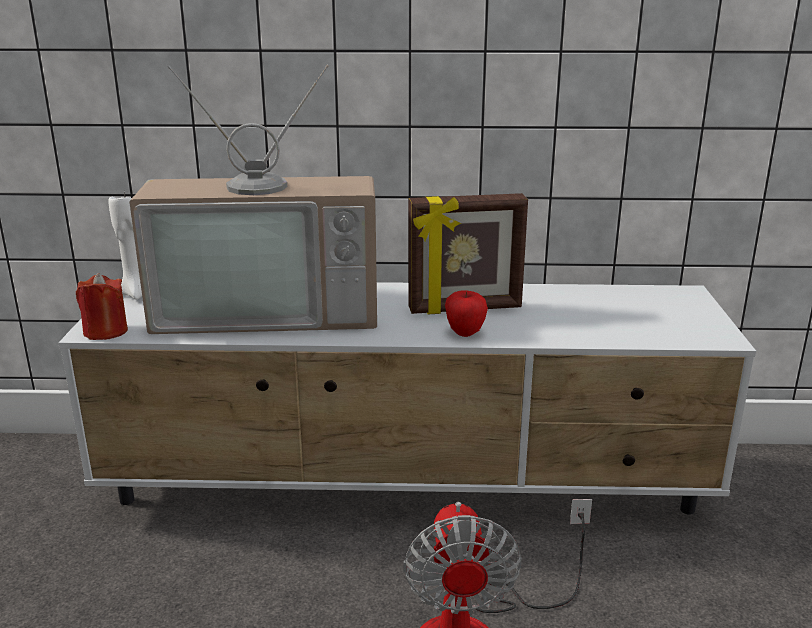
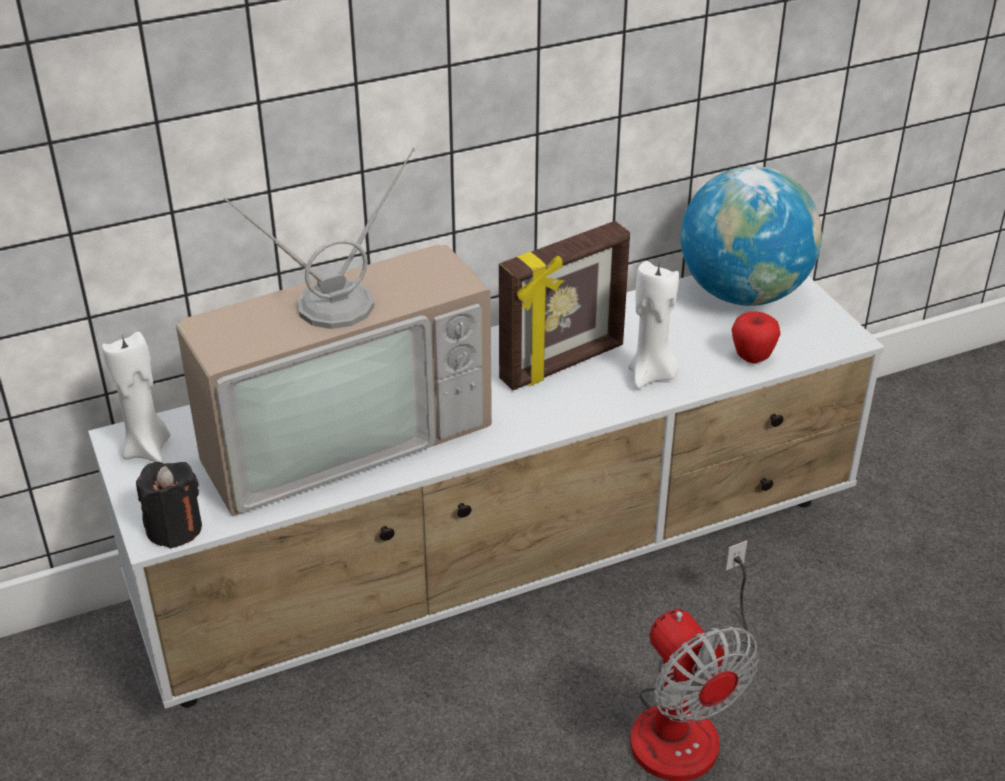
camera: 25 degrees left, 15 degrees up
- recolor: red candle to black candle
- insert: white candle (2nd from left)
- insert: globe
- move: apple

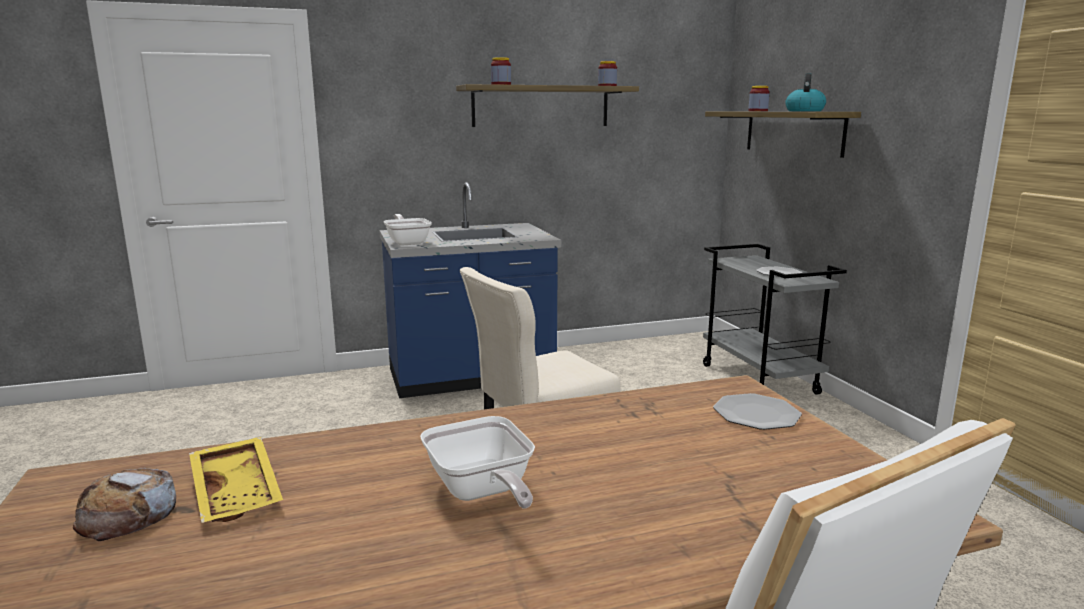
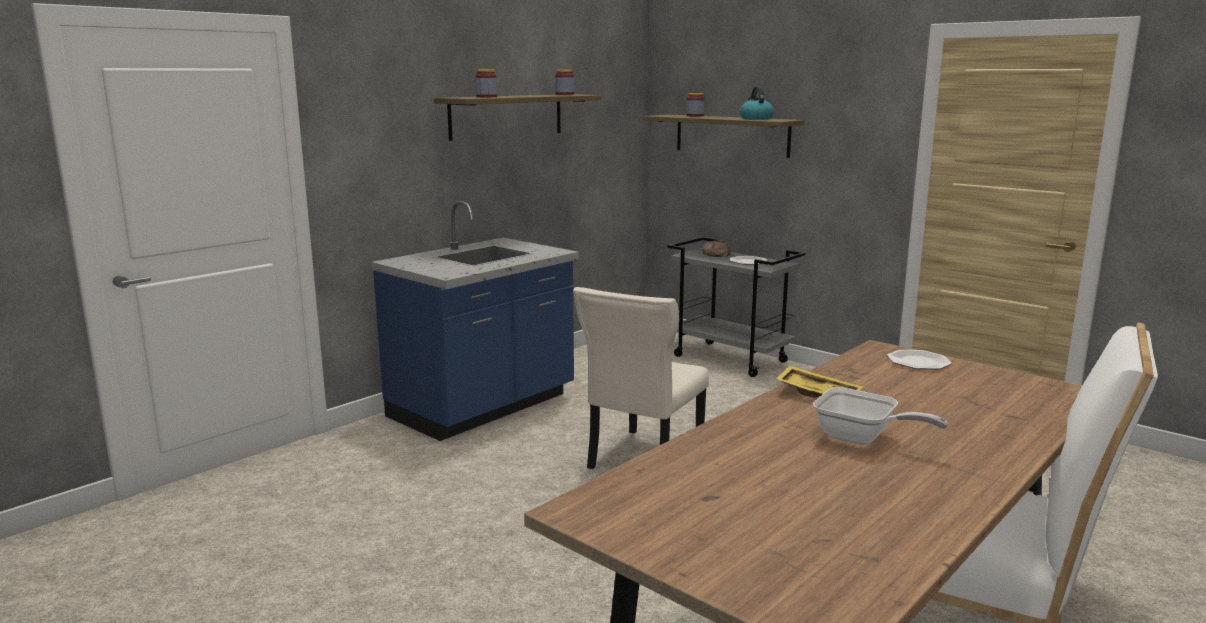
camera: 30 degrees left, 0 degrees up
- move: bread
- move: yellow tray
- delete: frying pan (1st from left)

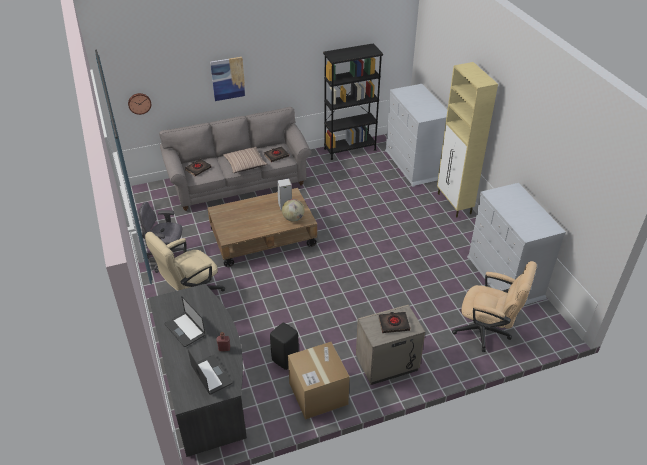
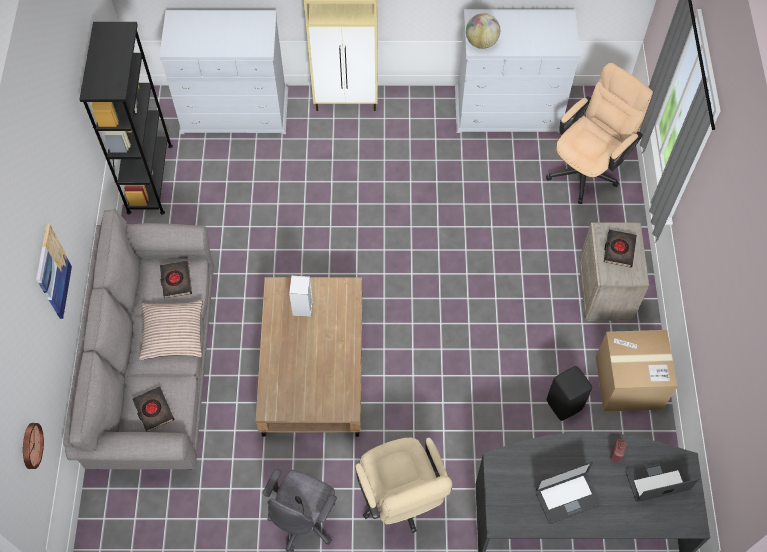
camera: 70 degrees left, 20 degrees up
- move: globe

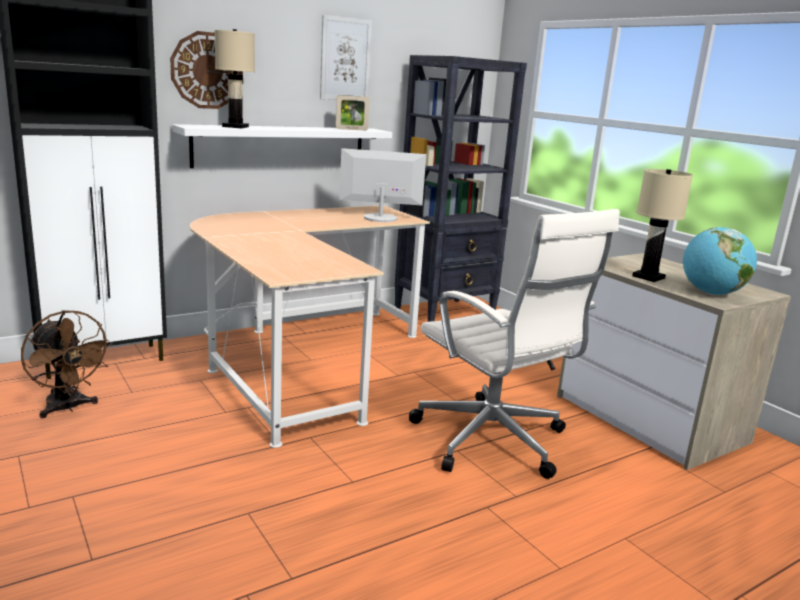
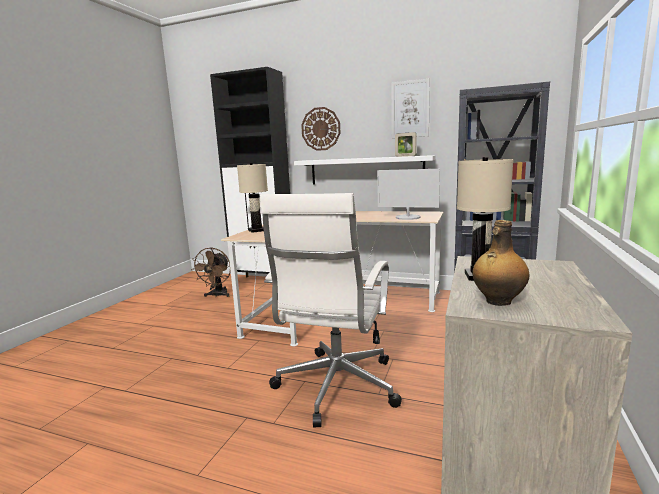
camera: 55 degrees right, 5 degrees down
- move: beige table lamp (1st from left)
- rotate: monitor 150 degrees clockwise
- replace: globe to bottle

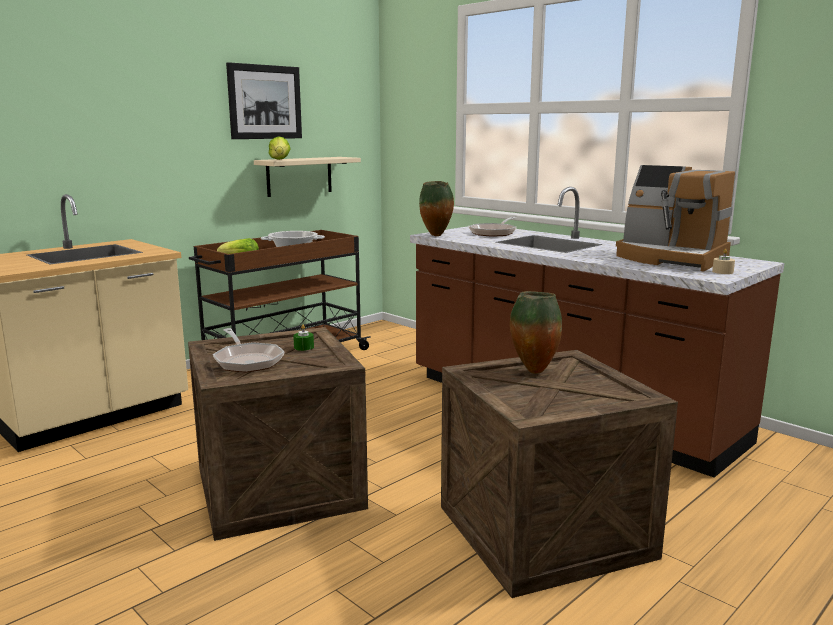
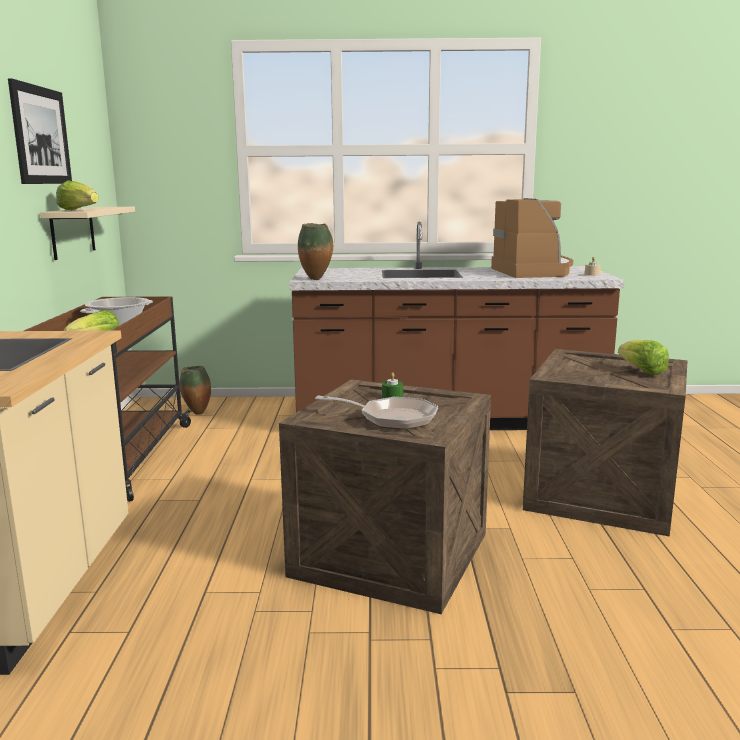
camera: 45 degrees left, 0 degrees up
- move: vase (2nd from left in the first image) to vase (1st from left)
- rotate: coffee machine 90 degrees counterclockwise
- insert: lettuce (3rd from left)
- delete: frying pan (2nd from left)

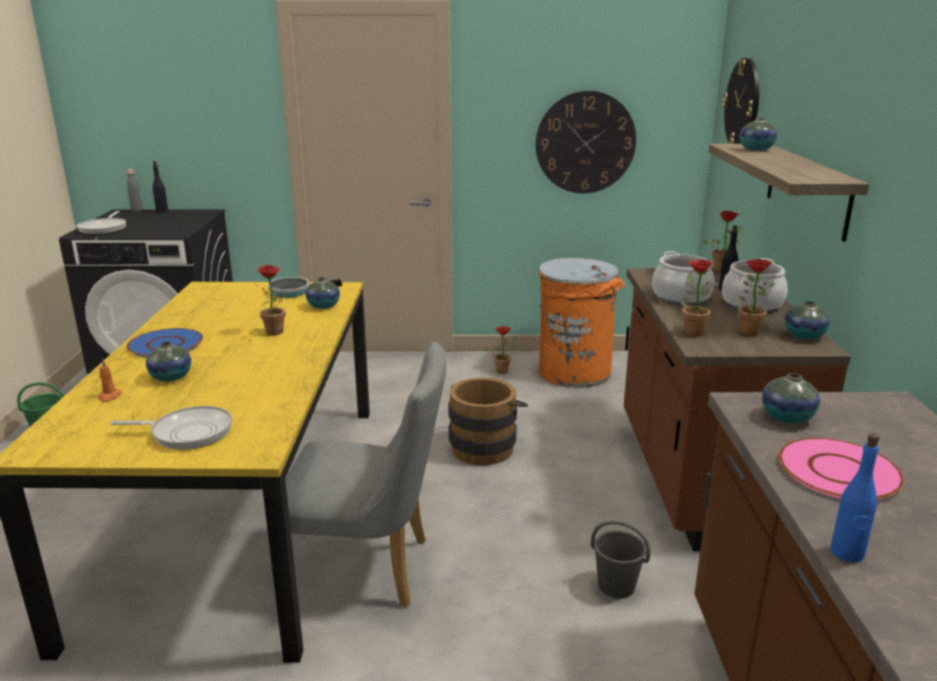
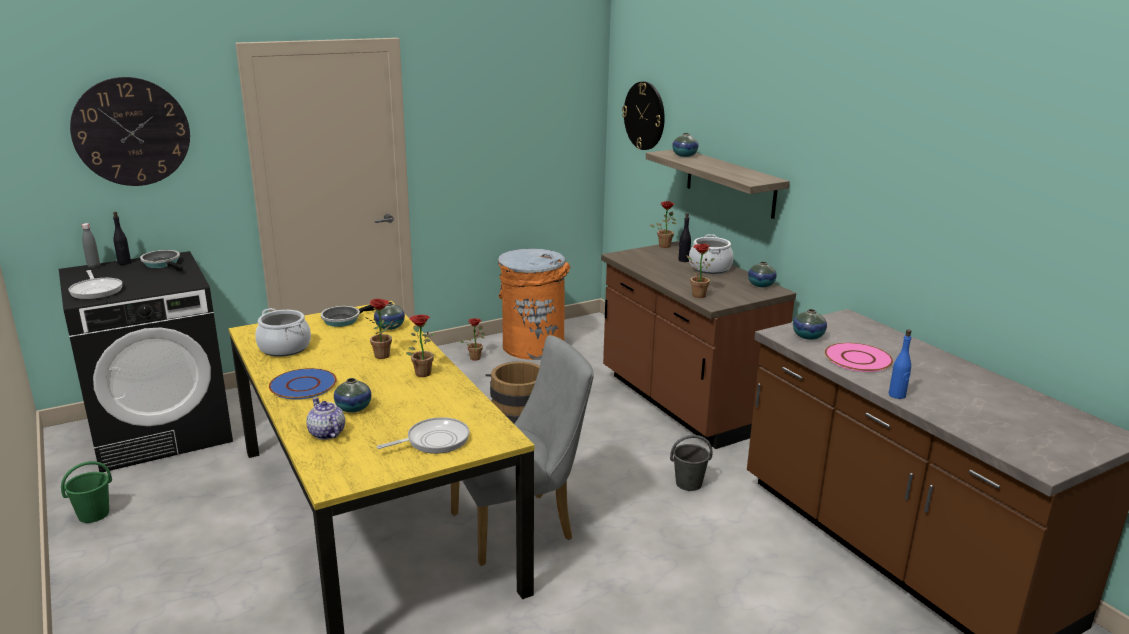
camera: 30 degrees left, 0 degrees up
- move: wall clock (1st from left)
- insert: frying pan (2nd from left)
- move: cooking pot (1st from left)
- replace: orange candle to teapot
- move: potted plant (5th from left in the first image) to potted plant (2nd from left)

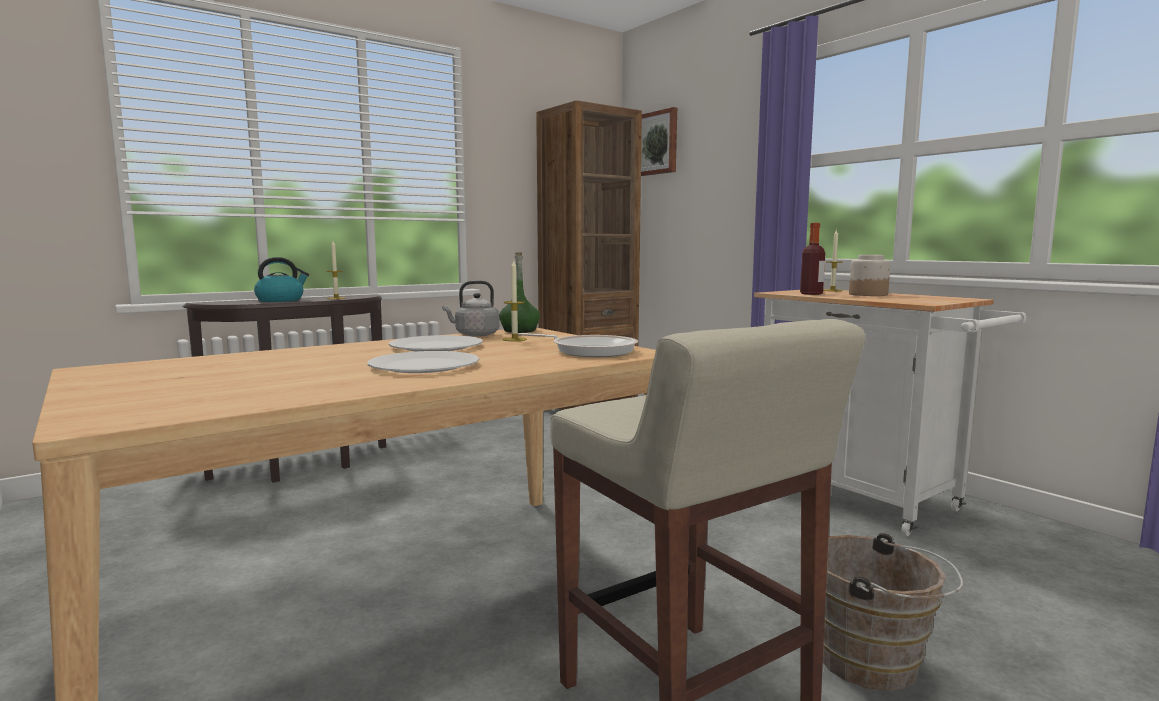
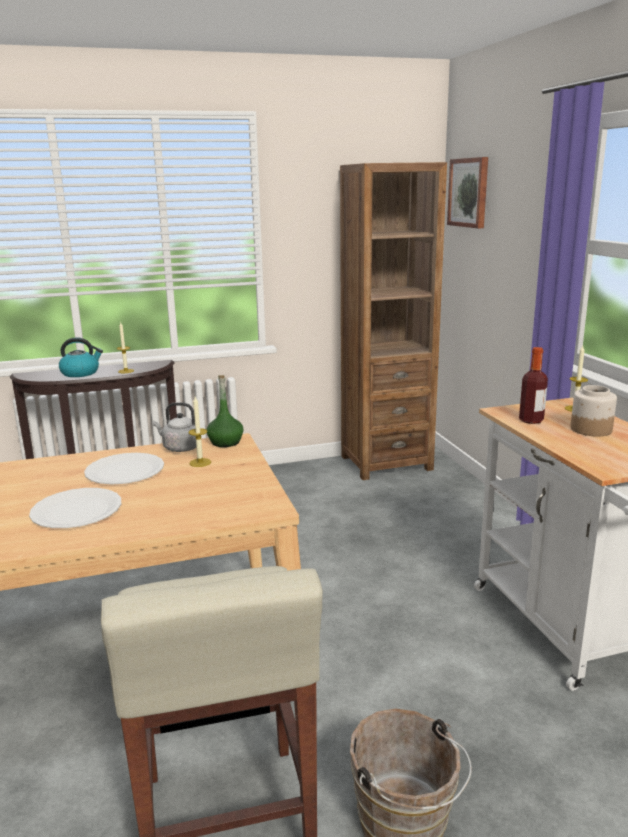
camera: 20 degrees right, 10 degrees up
- delete: frying pan

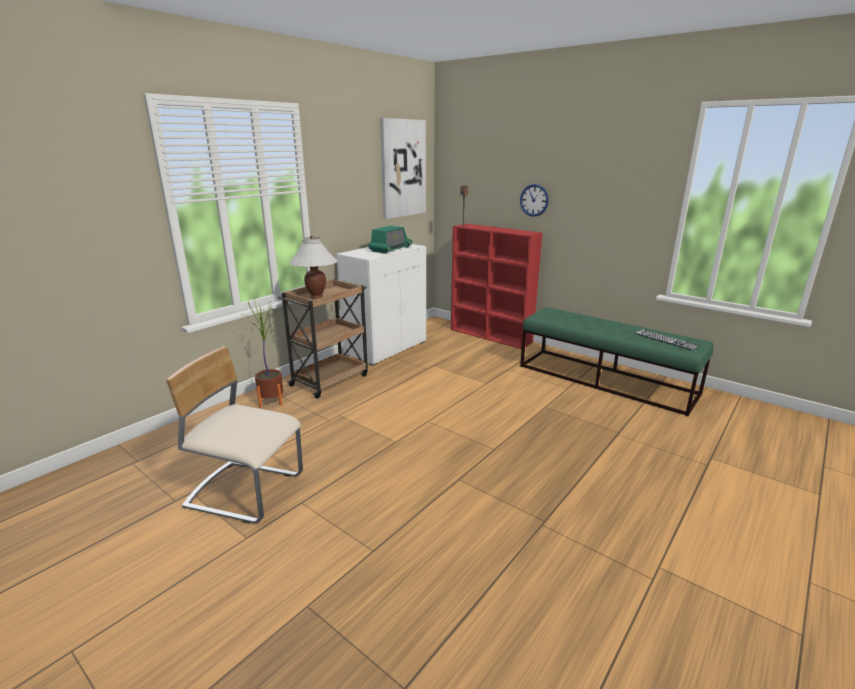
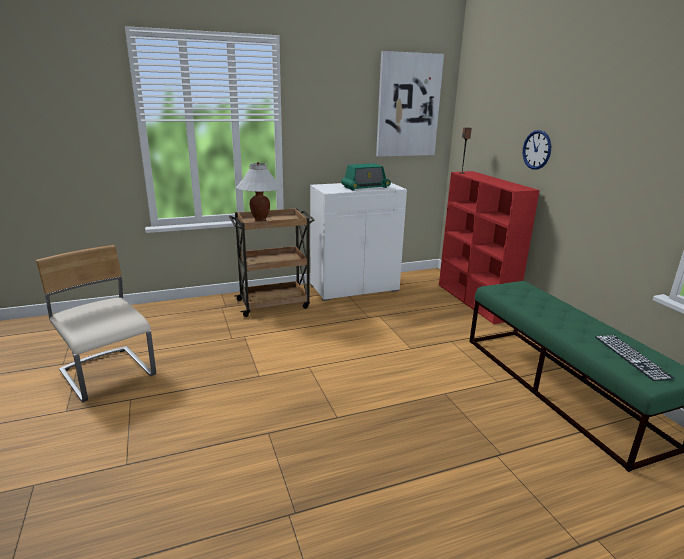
camera: 30 degrees right, 0 degrees up
- delete: potted plant

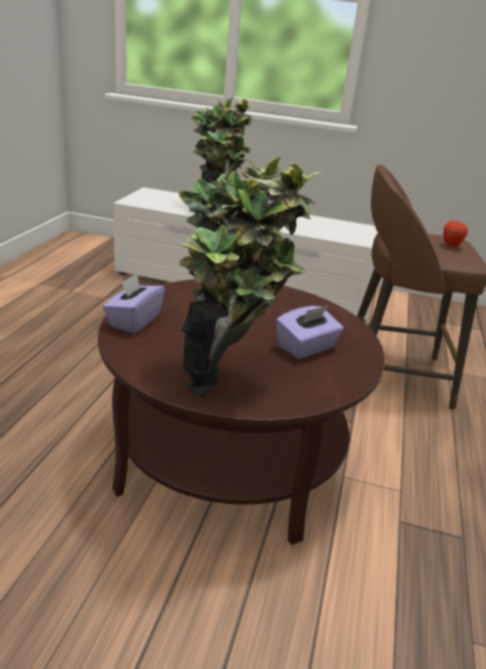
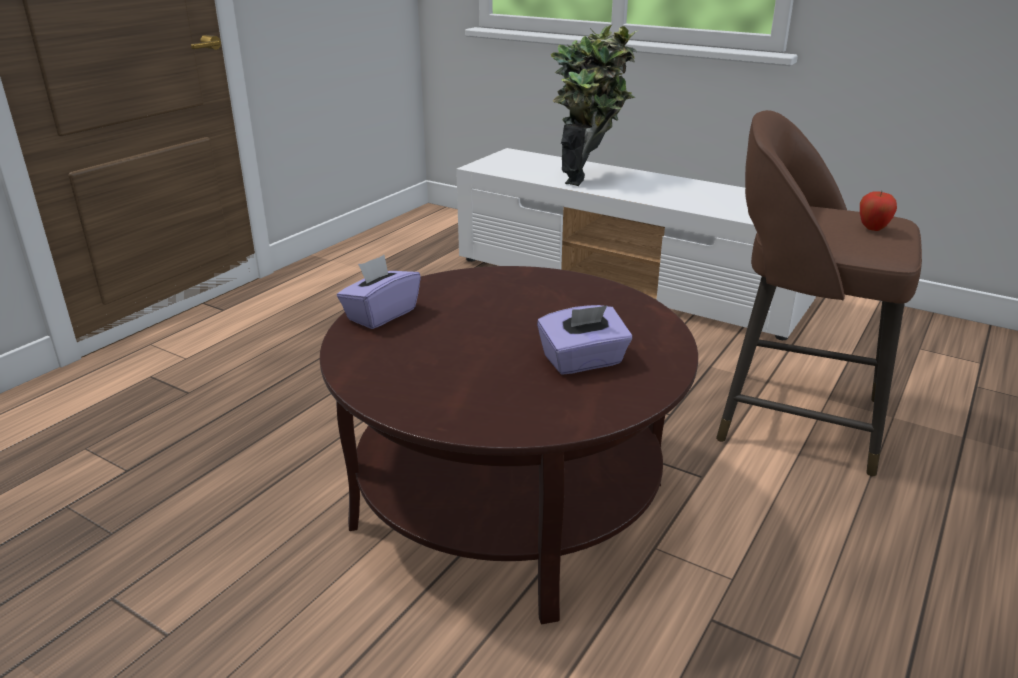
camera: 20 degrees right, 0 degrees up
- delete: potted plant (2nd from left)

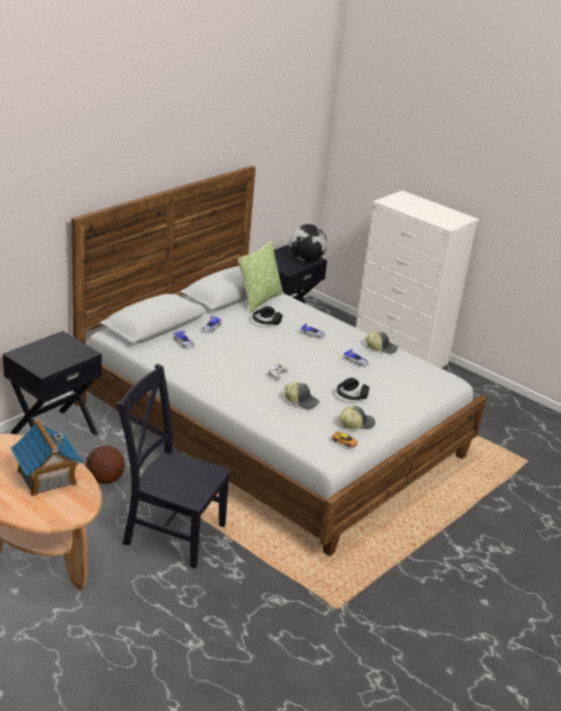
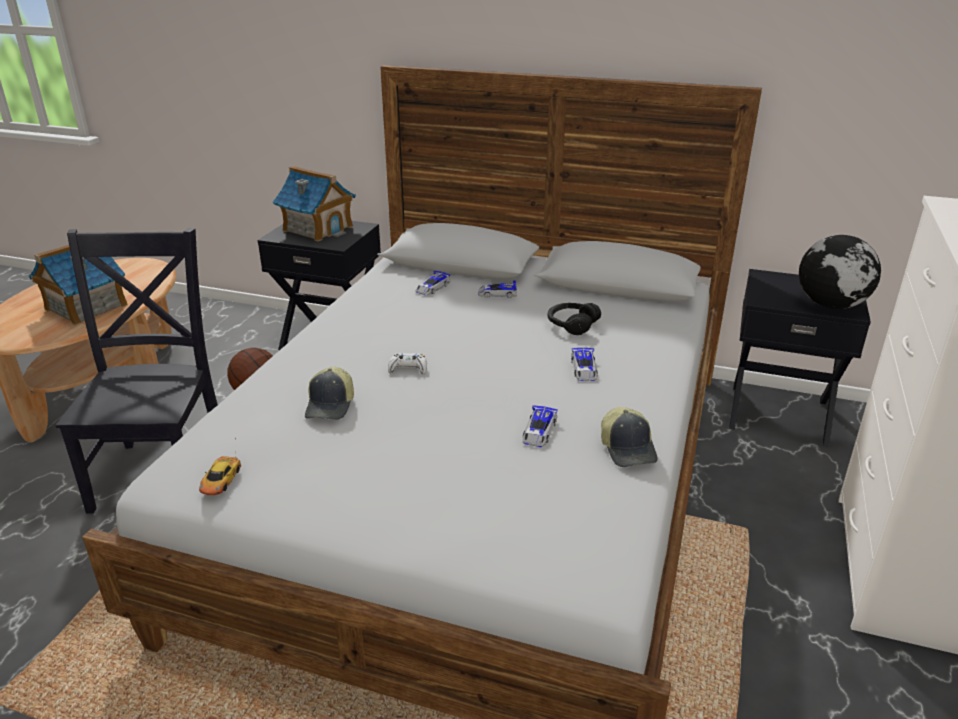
camera: 70 degrees right, 0 degrees up
- insert: toy house (2nd from left)
- delete: pillow
- delete: black headphones (2nd from left)
- delete: cap (2nd from left)

